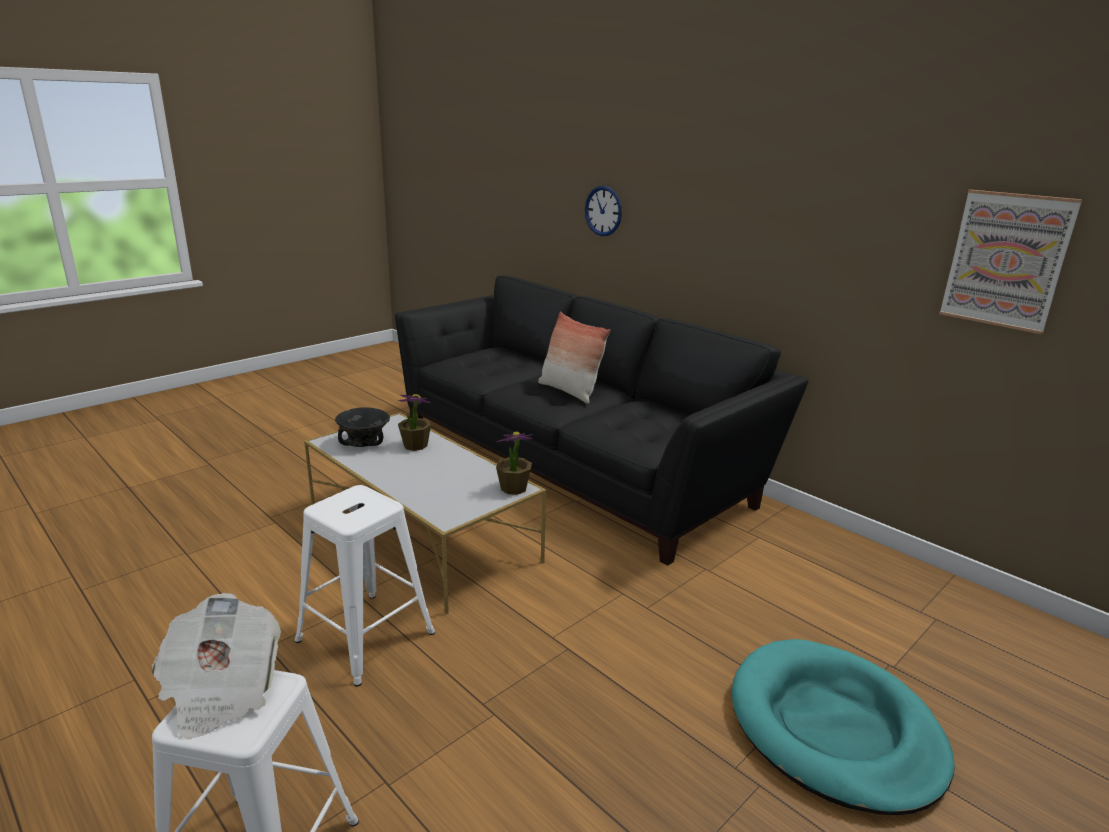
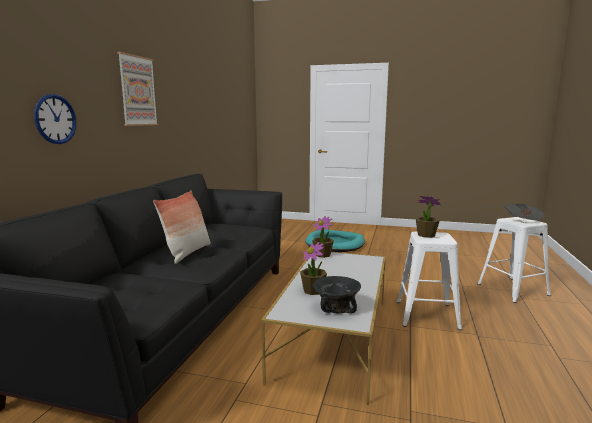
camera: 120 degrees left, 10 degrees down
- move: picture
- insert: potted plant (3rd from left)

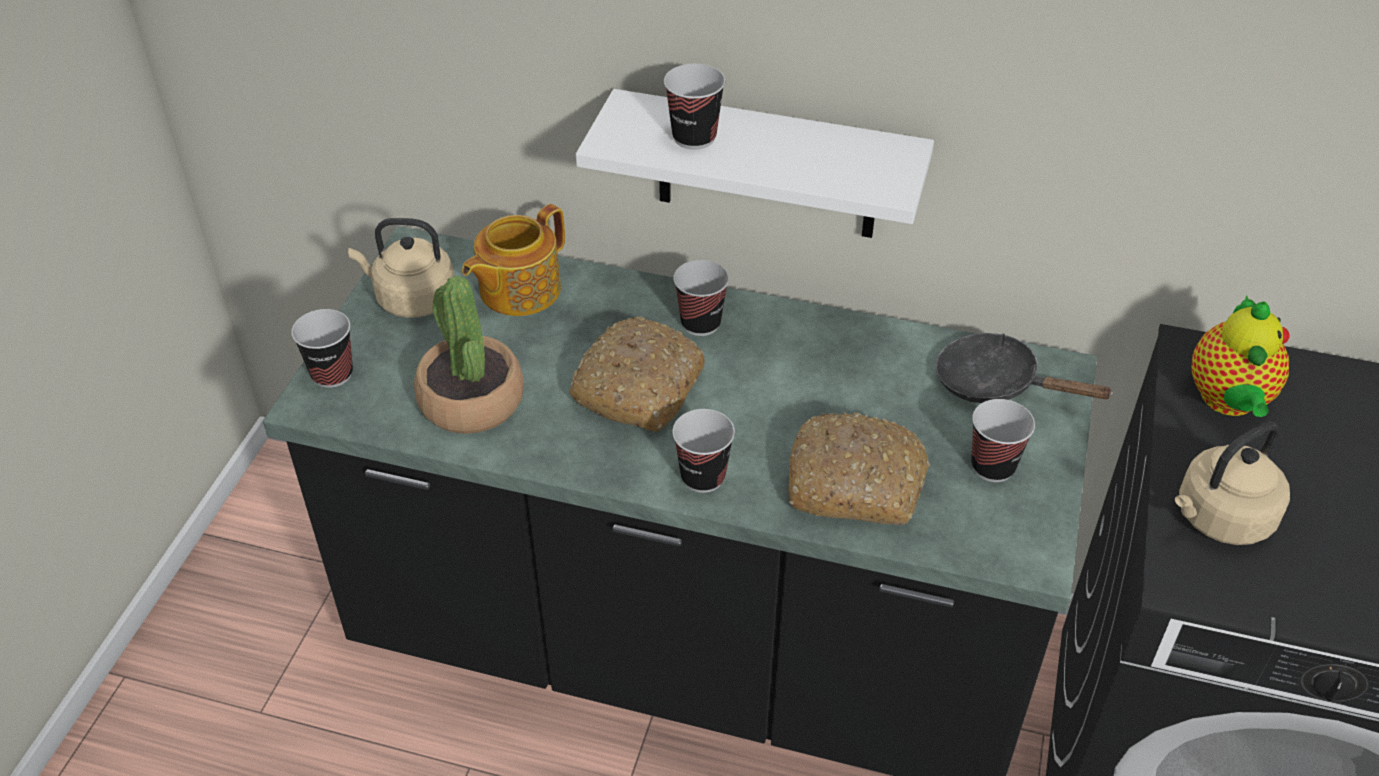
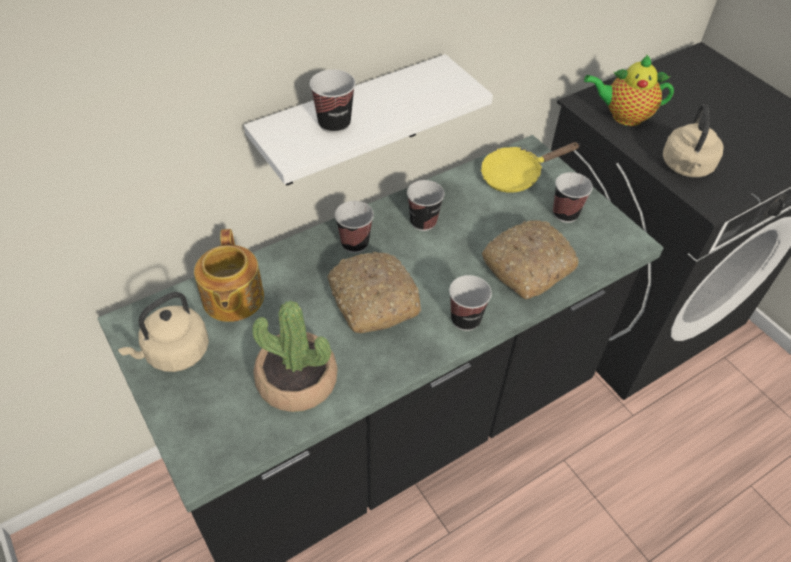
camera: 50 degrees left, 5 degrees up
- move: cup (1st from left in the first image) to cup (3rd from left)
- recolor: black frying pan to yellow frying pan
- rotate: teapot (2nd from left) 135 degrees clockwise

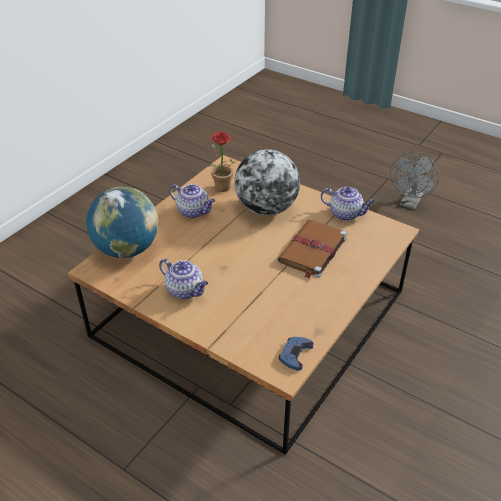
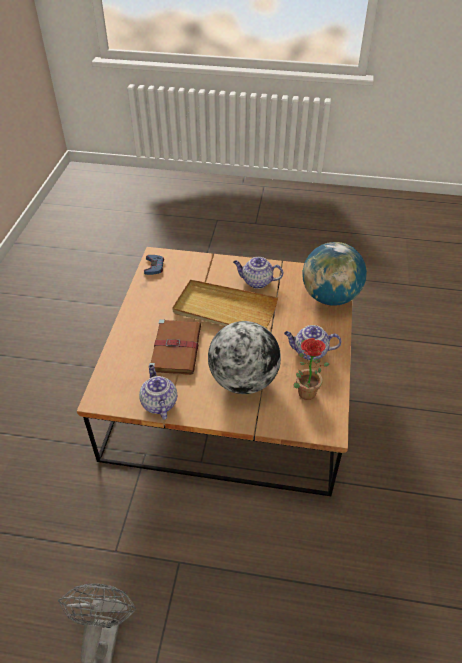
camera: 155 degrees right, 5 degrees up
- rotate: teapot (3rd from left in the first image) 75 degrees clockwise
- insert: beige tray

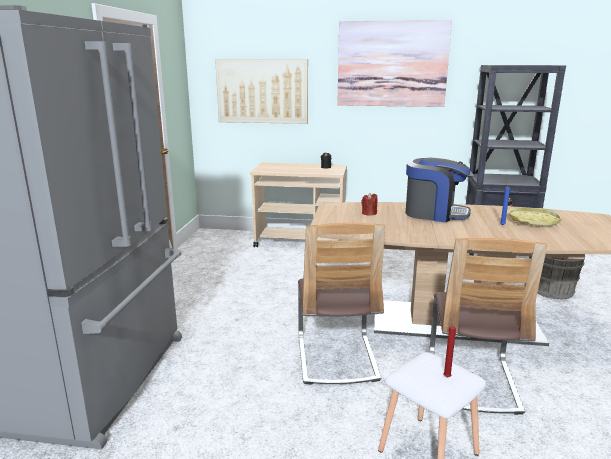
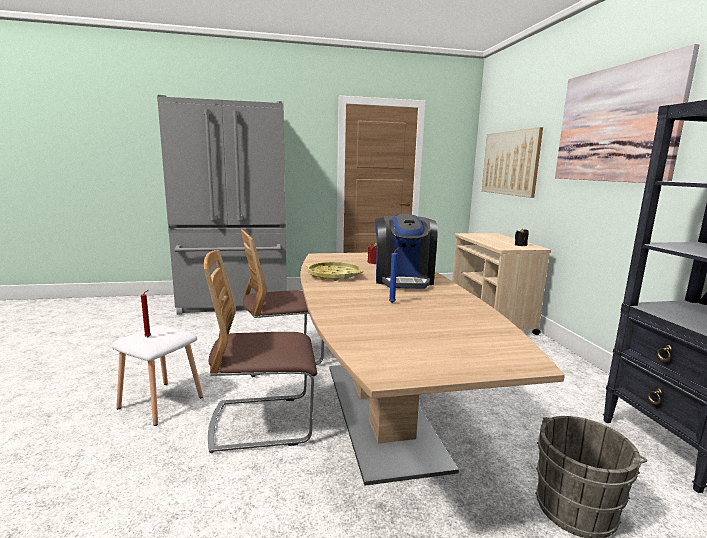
camera: 70 degrees right, 5 degrees down
- move: yellow tray

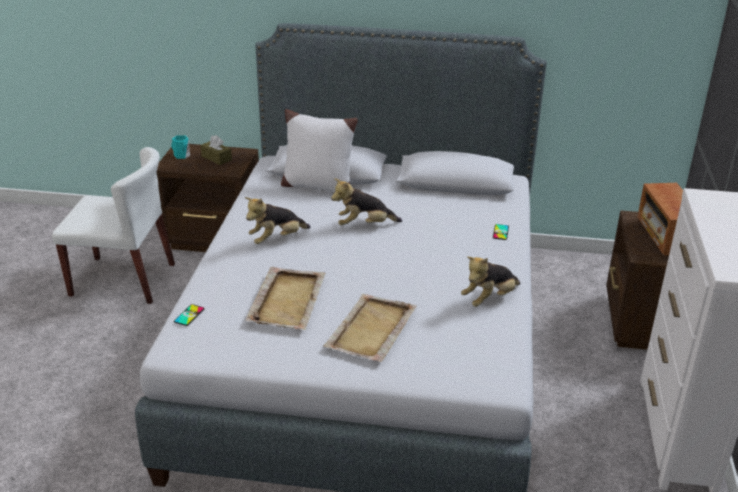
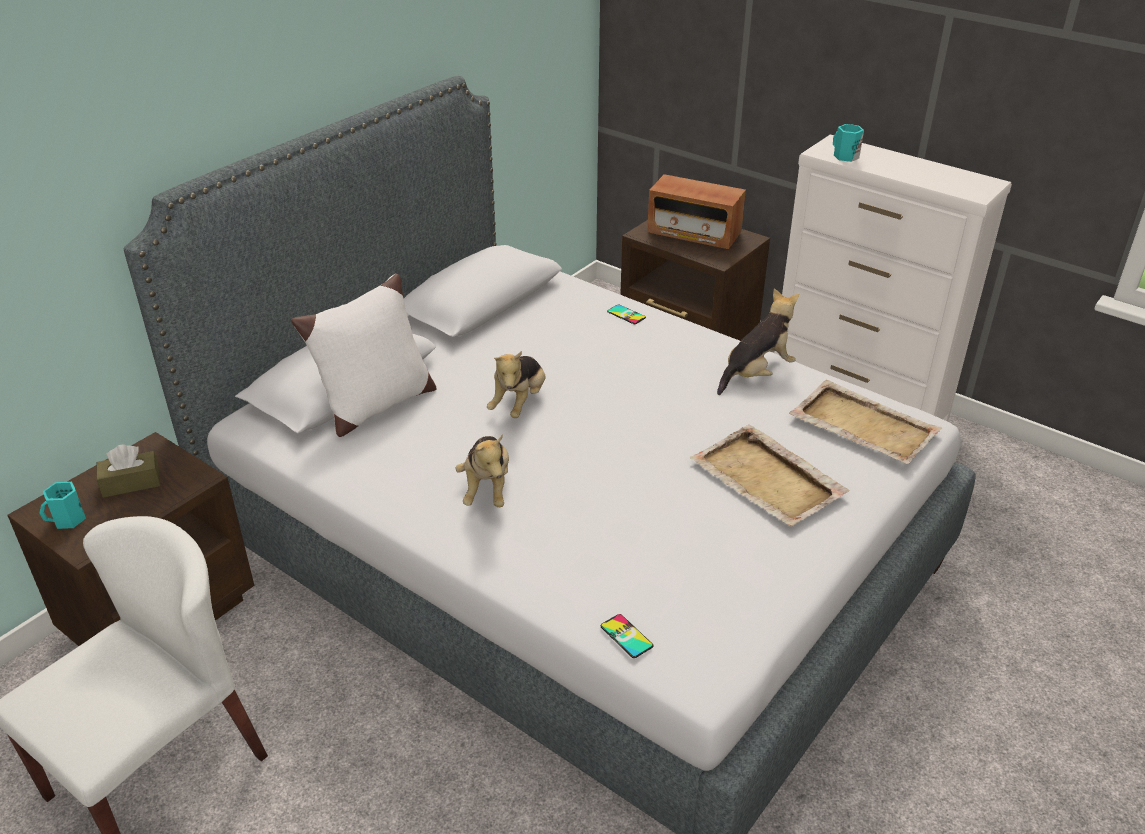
camera: 60 degrees left, 5 degrees up
- rotate: plush toy (3rd from left) 120 degrees counterclockwise
- move: beige tray (1st from left in the first image) to beige tray (2nd from left)
- insert: turquoise mug (2nd from left)

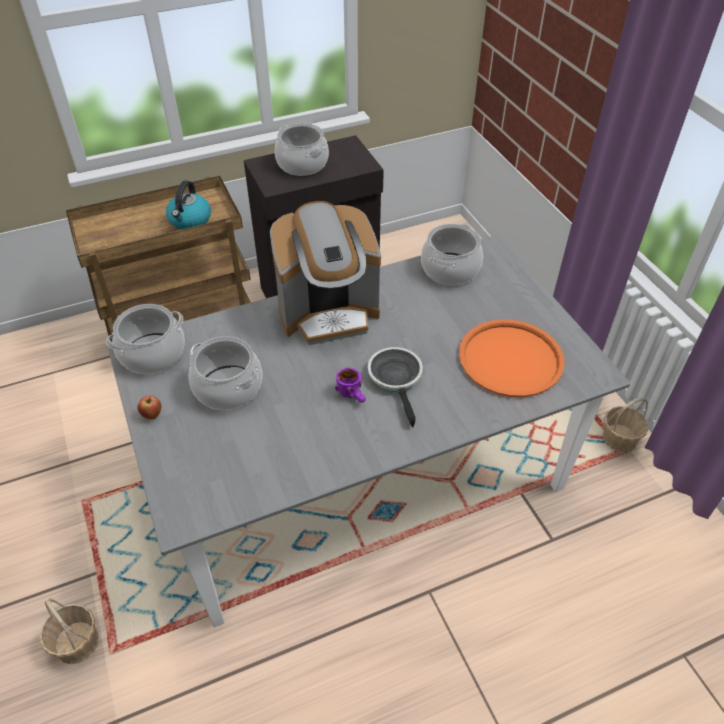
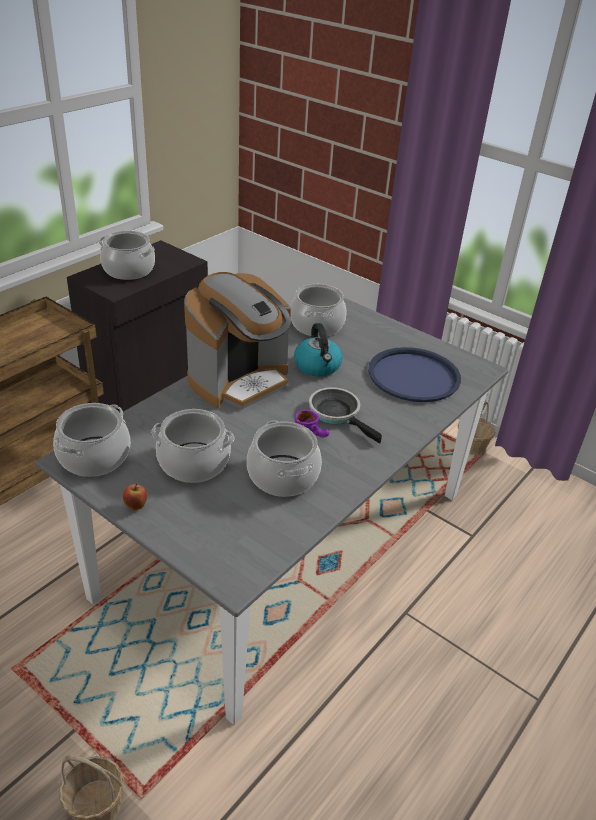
camera: 30 degrees left, 10 degrees down
- insert: cooking pot (4th from left)
- move: kettle
- recolor: orange tray to blue tray

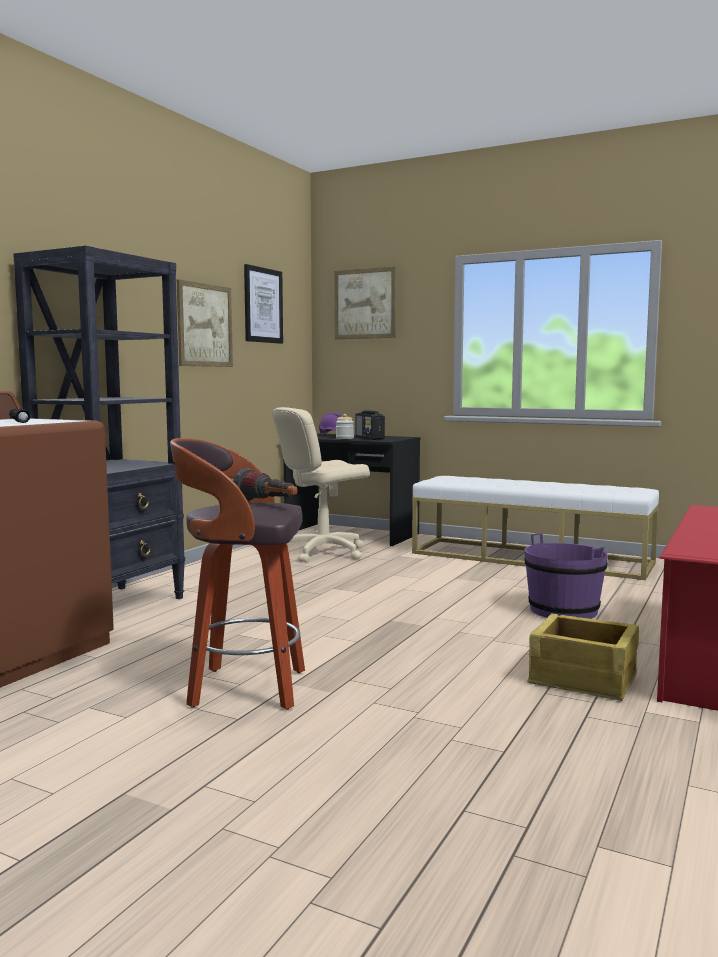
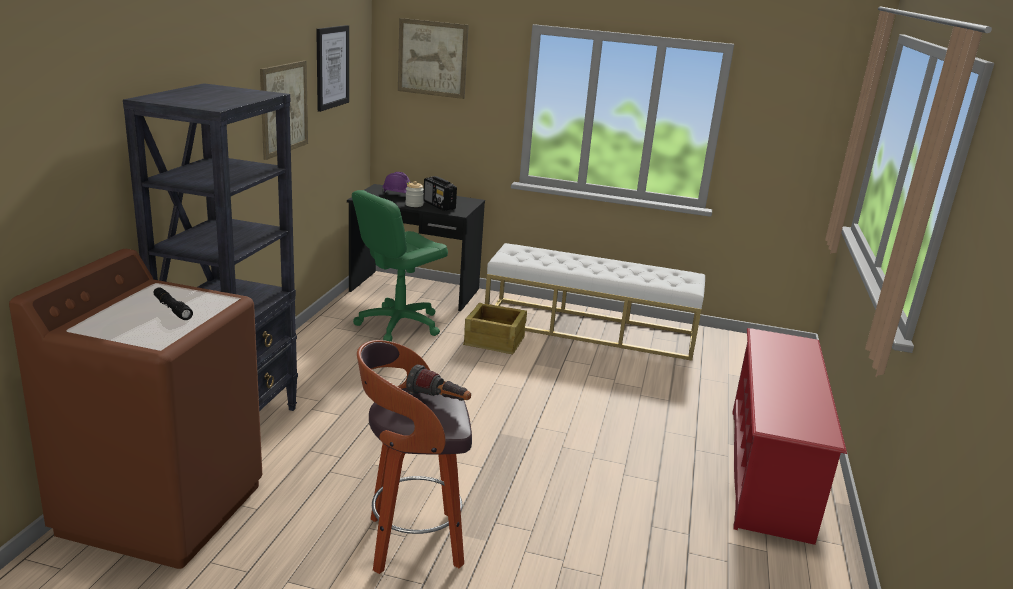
camera: 15 degrees left, 15 degrees up
- recolor: beige office chair to green office chair
- move: crate
- delete: purple bucket

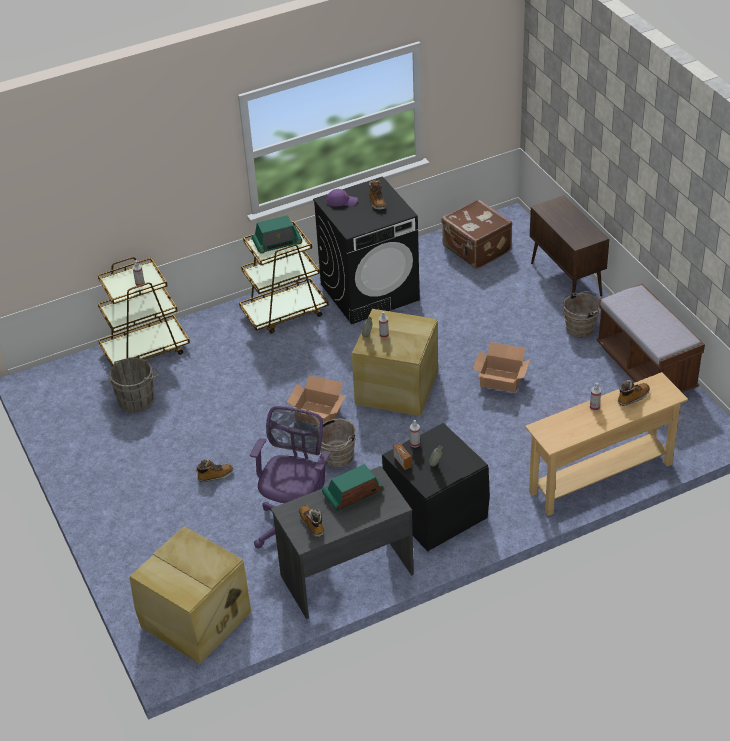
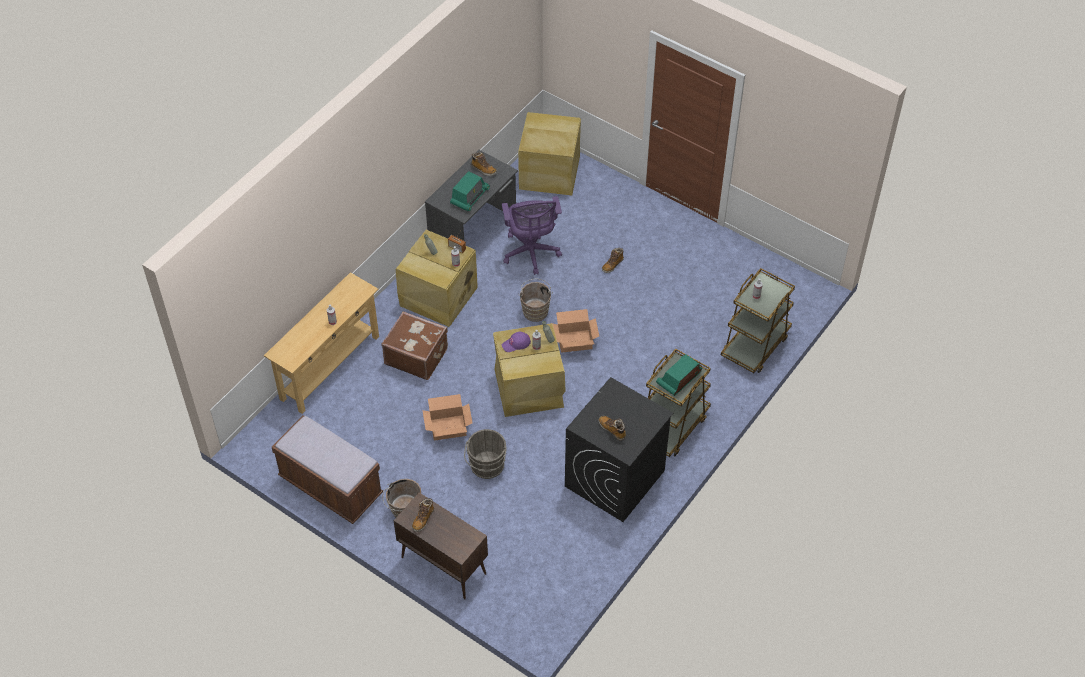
camera: 150 degrees right, 10 degrees up
- move: brown suitcase
- recolor: black storage box to beige storage box (1st from left)
- move: boot (4th from left in the first image) to boot (1st from left)
- move: grey bucket
- move: purple cap

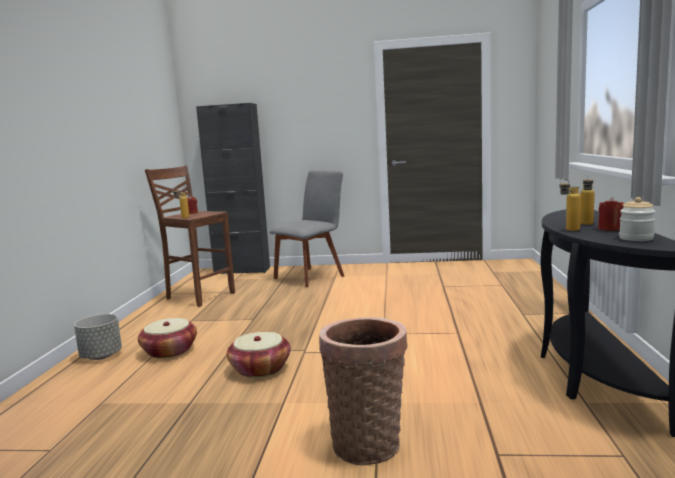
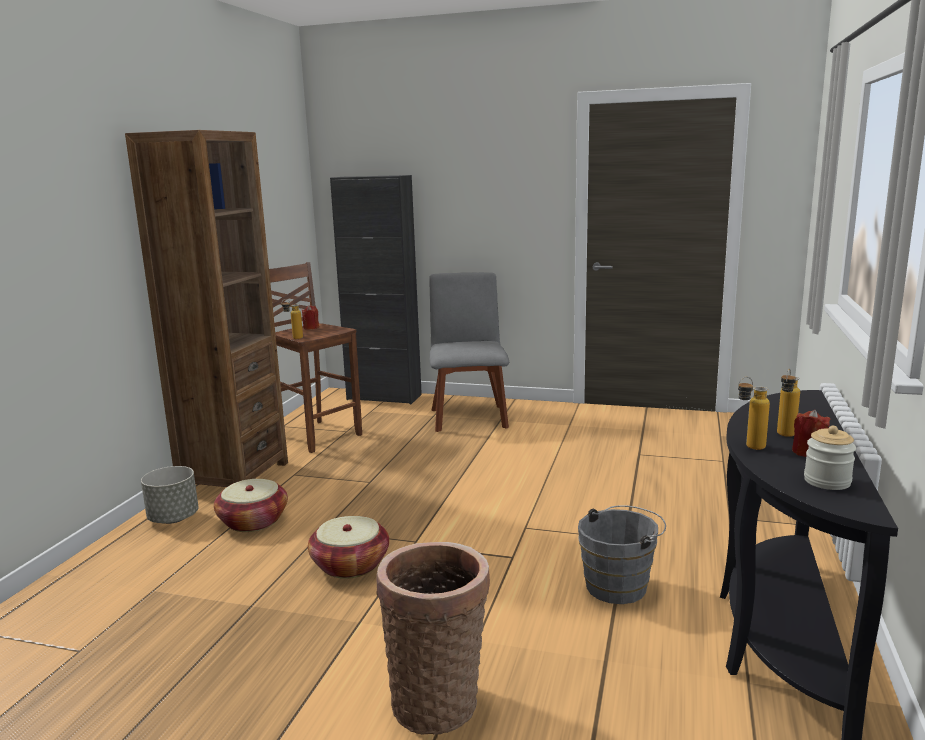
camera: 10 degrees right, 5 degrees up
- insert: brown bookcase
- rotate: grey chair 60 degrees counterclockwise
- insert: grey bucket

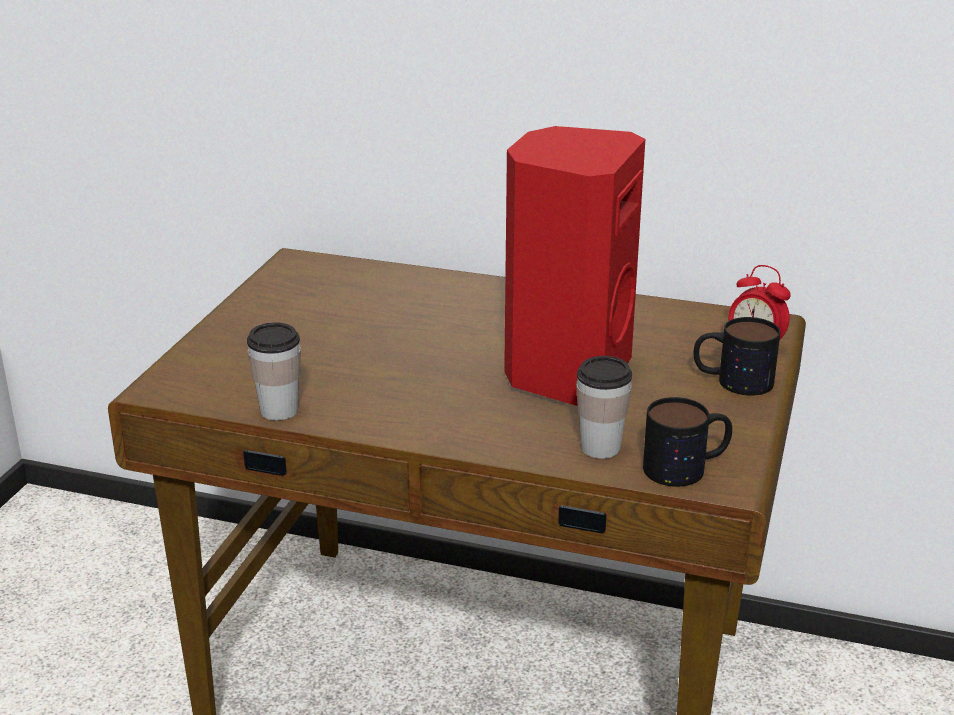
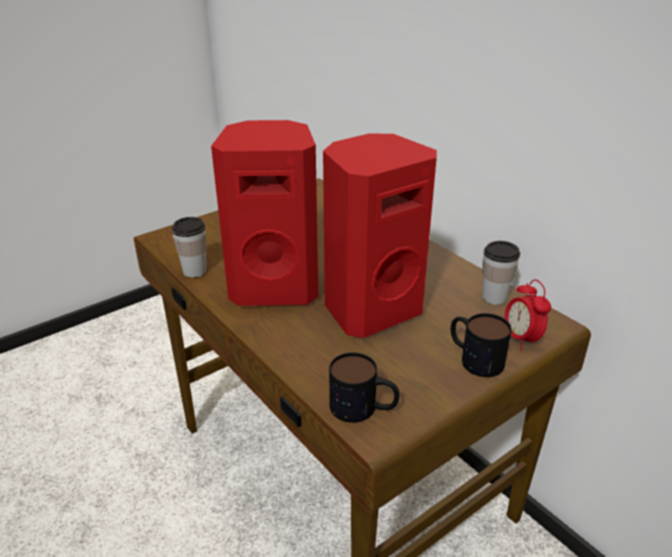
camera: 35 degrees right, 5 degrees up
- insert: red speaker (1st from left)
- move: cup (2nd from left)

